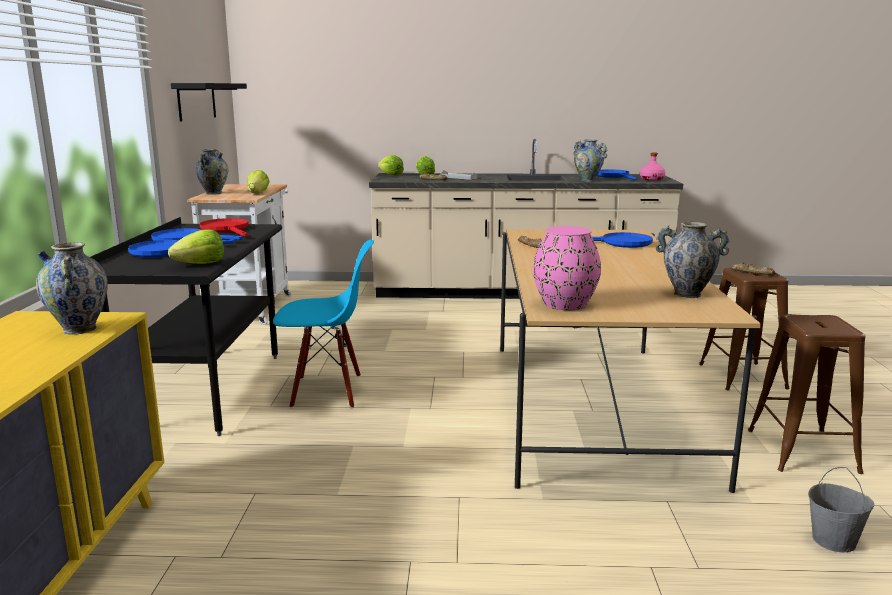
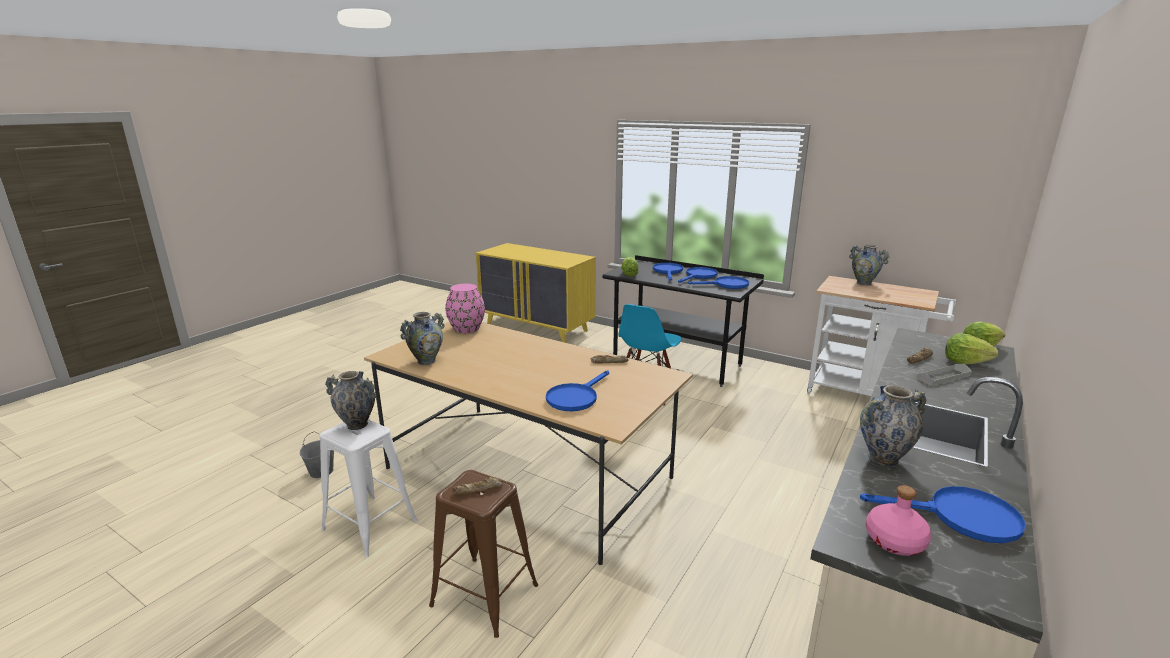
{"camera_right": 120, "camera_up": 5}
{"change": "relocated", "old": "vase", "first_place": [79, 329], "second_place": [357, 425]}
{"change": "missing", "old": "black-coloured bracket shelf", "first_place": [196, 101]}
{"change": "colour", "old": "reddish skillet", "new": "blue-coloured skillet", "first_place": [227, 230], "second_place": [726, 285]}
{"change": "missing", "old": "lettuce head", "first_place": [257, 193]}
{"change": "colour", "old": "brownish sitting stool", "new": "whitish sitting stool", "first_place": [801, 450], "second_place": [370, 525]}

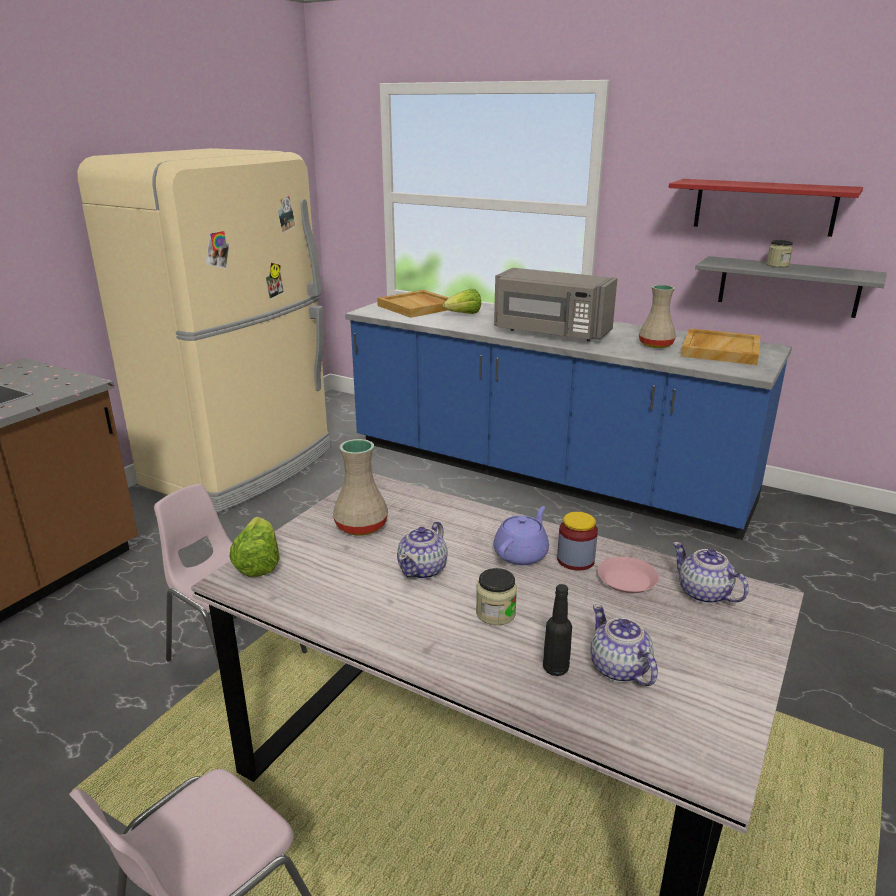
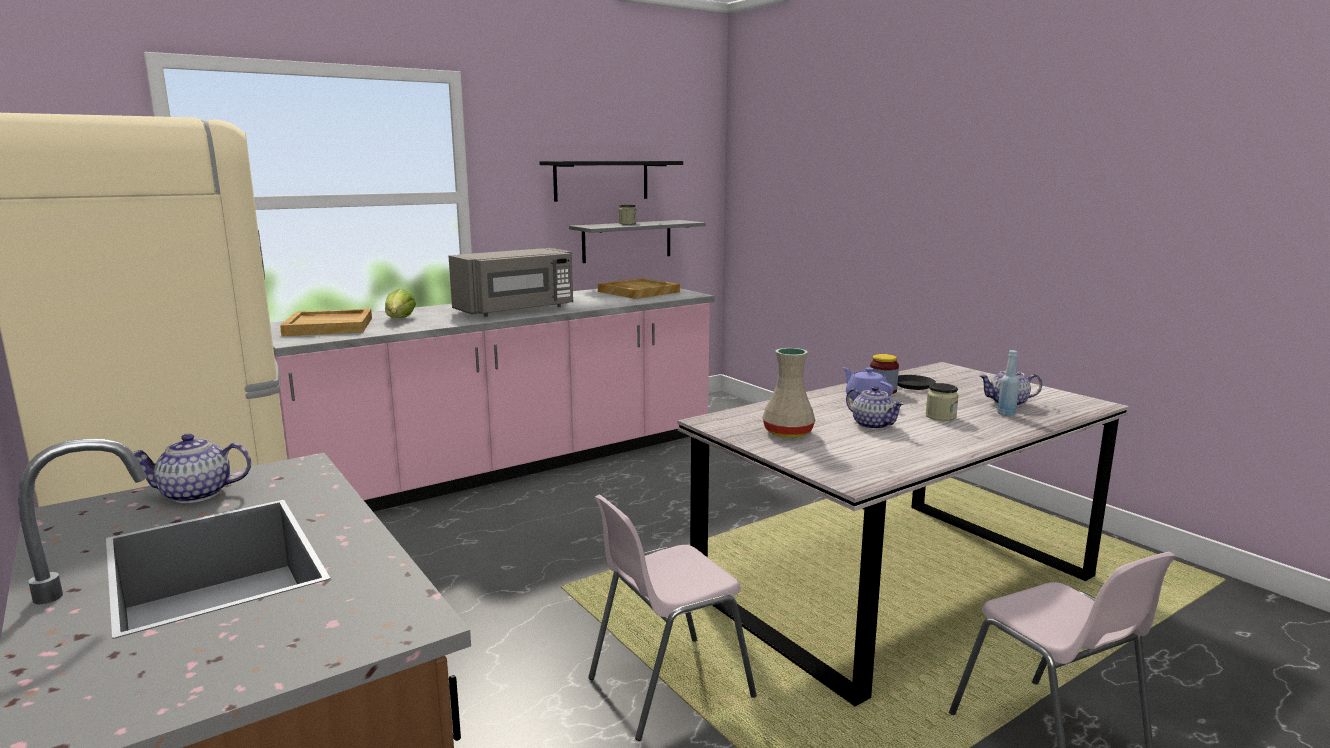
{"camera_right": -65, "camera_up": -10}
{"change": "missing", "old": "lettuce head", "first_place": [258, 563]}
{"change": "colour", "old": "blue-coloured counter", "new": "pink-coloured counter", "first_place": [543, 473], "second_place": [512, 465]}
{"change": "colour", "old": "black-coloured bottle", "new": "blue-coloured bottle", "first_place": [555, 668], "second_place": [1006, 414]}
{"change": "colour", "old": "pink-coloured plate", "new": "black-coloured plate", "first_place": [626, 580], "second_place": [913, 385]}
{"change": "missing", "old": "beige vase", "first_place": [656, 345]}
{"change": "colour", "old": "reddish bracket shelf", "new": "black-coloured bracket shelf", "first_place": [764, 207], "second_place": [601, 180]}
{"change": "relocated", "old": "pot for tea", "first_place": [704, 594], "second_place": [197, 494]}

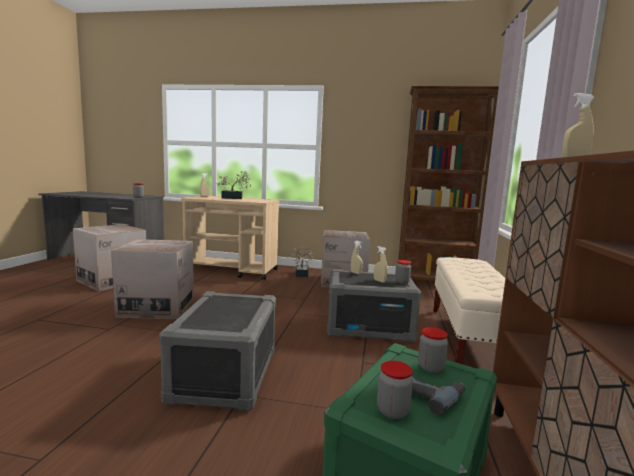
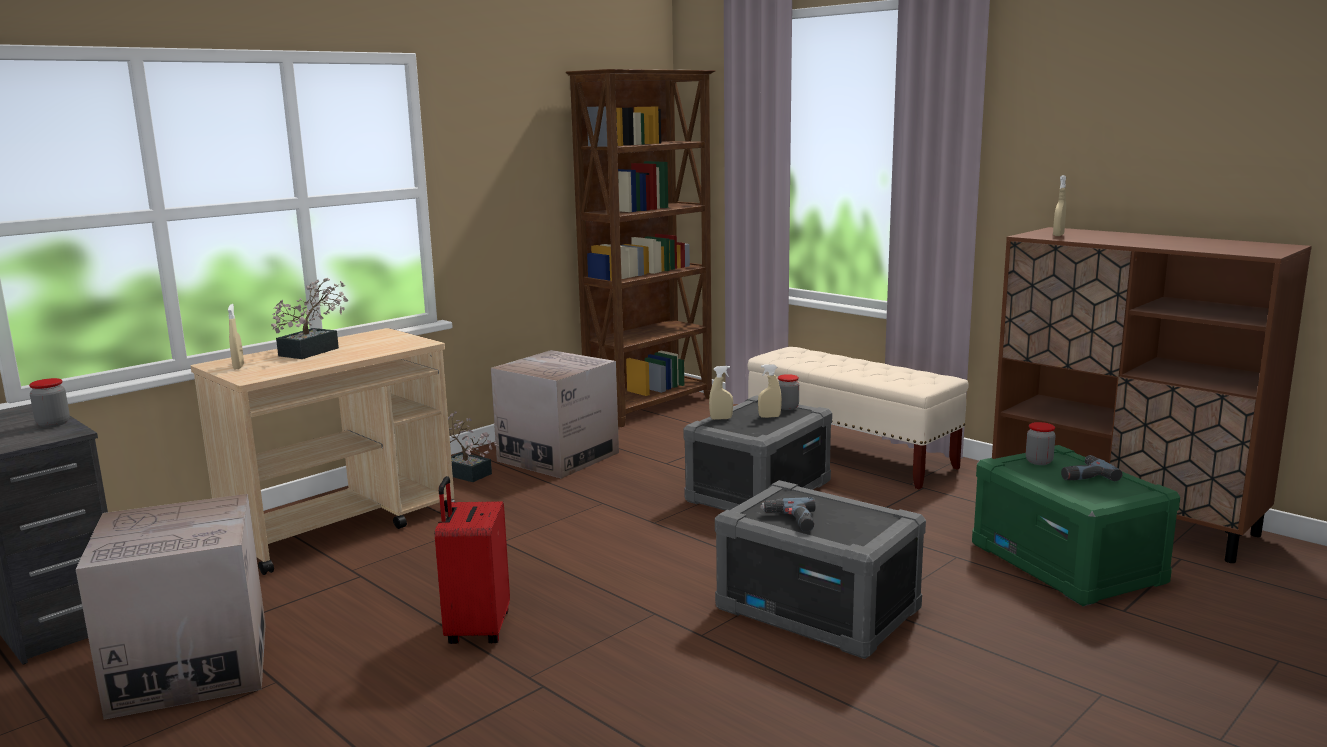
{"camera_right": -55, "camera_up": 5}
{"change": "exchanged", "old": "cardboard box", "new": "reddish suitcase", "first_place": [157, 307], "second_place": [476, 629]}
{"change": "missing", "old": "preserve jar", "first_place": [392, 411]}
{"change": "appeared", "new": "power drill", "second_place": [790, 521]}

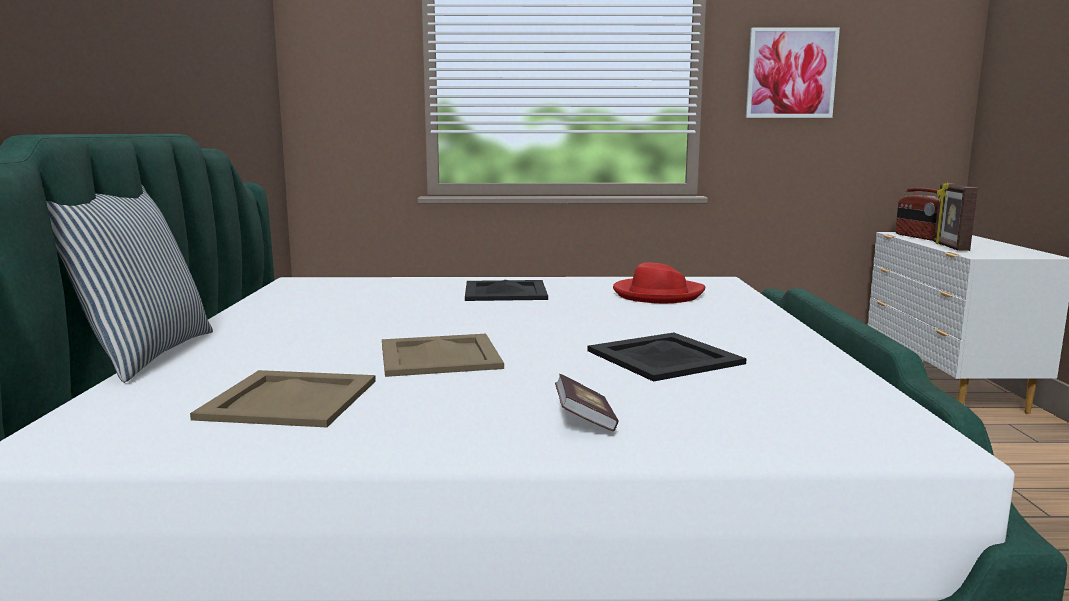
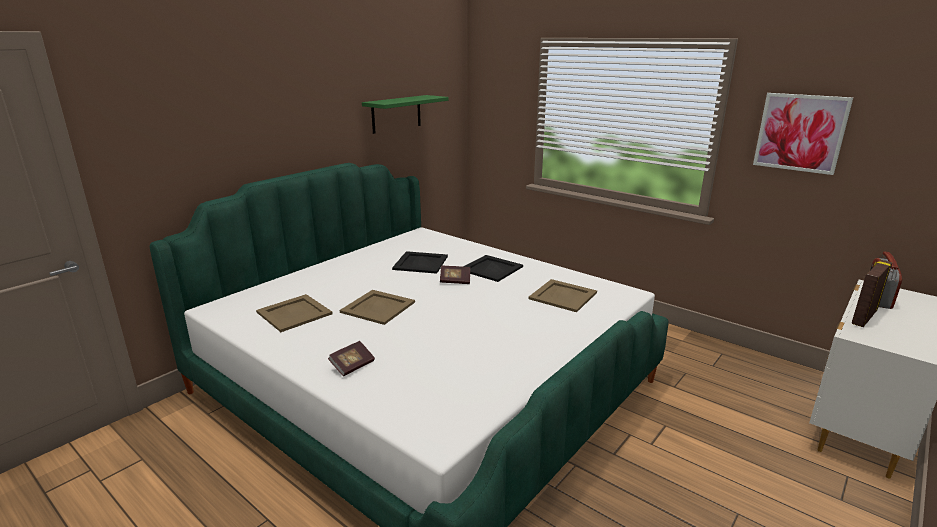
{"camera_right": 40, "camera_up": 10}
{"change": "missing", "old": "pillow", "first_place": [141, 355]}
{"change": "relocated", "old": "black-coloured tray", "first_place": [666, 357], "second_place": [421, 263]}
{"change": "exchanged", "old": "reddish clothing hat", "new": "beige tray", "first_place": [657, 294], "second_place": [562, 295]}
{"change": "appeared", "new": "green-coloured bracket shelf", "second_place": [396, 114]}
{"change": "appeared", "new": "book", "second_place": [455, 281]}

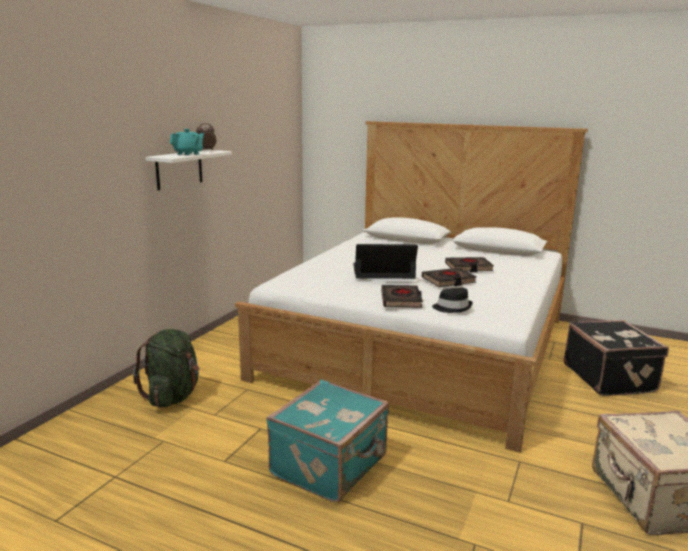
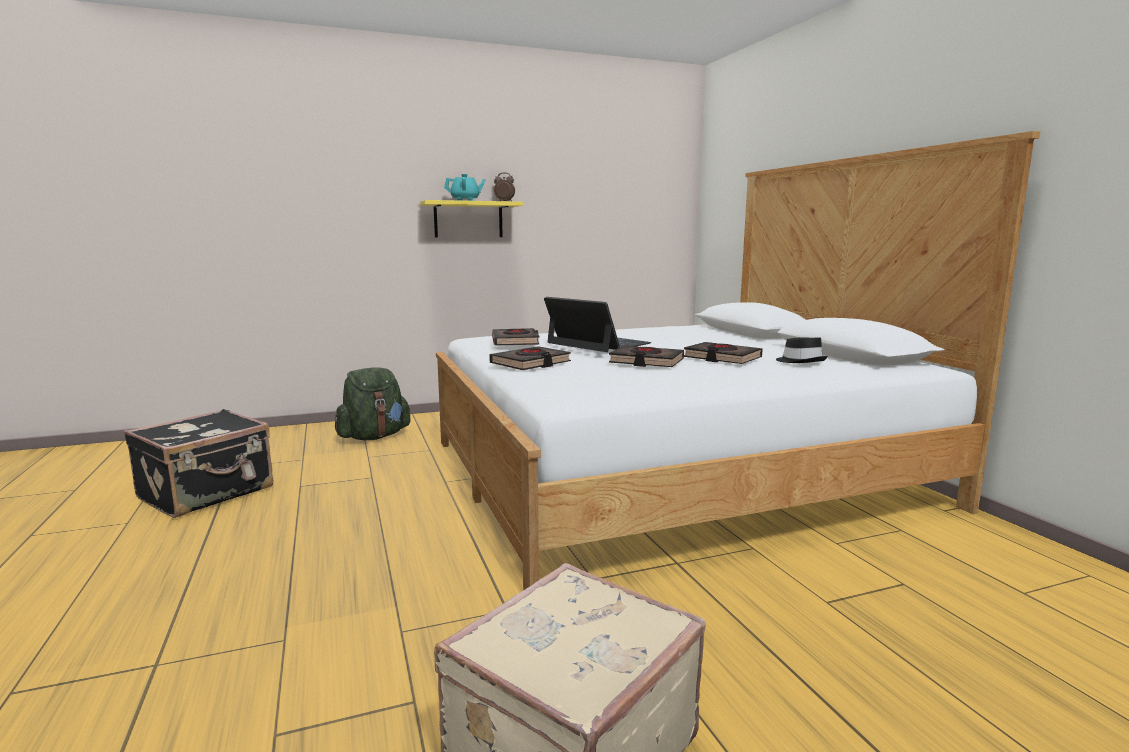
{"camera_right": 45, "camera_up": -5}
{"change": "colour", "old": "whitish bracket shelf", "new": "yellow-coloured bracket shelf", "first_place": [179, 169], "second_place": [468, 219]}
{"change": "missing", "old": "turquoise-coloured suitcase", "first_place": [331, 466]}
{"change": "relocated", "old": "black-coloured clothing hat", "first_place": [452, 307], "second_place": [801, 361]}
{"change": "relocated", "old": "black-coloured suitcase", "first_place": [609, 378], "second_place": [208, 493]}
{"change": "appeared", "new": "black-coloured book", "second_place": [515, 342]}

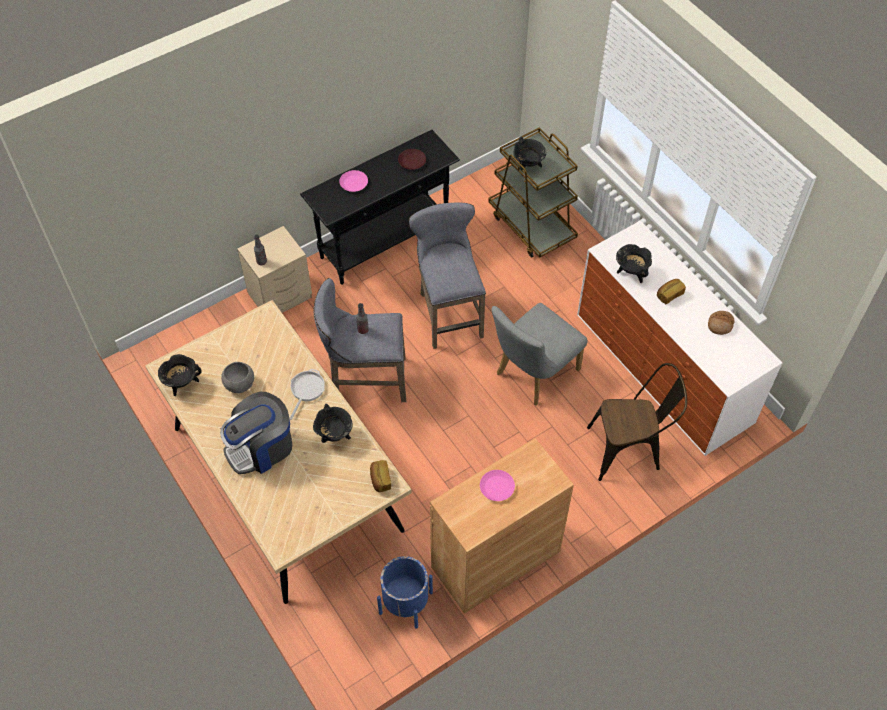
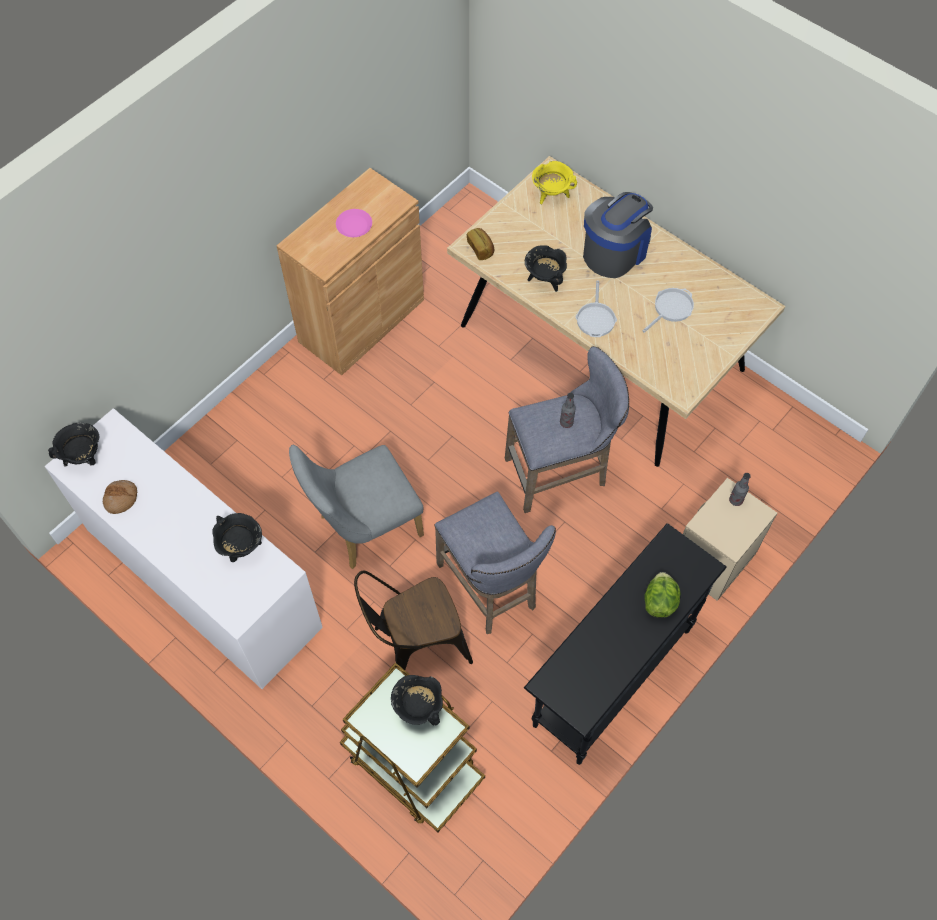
{"camera_right": 165, "camera_up": 5}
{"change": "relocated", "old": "black-coloured saucepot", "first_place": [182, 384], "second_place": [84, 457]}
{"change": "exchanged", "old": "gray bowl", "new": "skillet", "first_place": [240, 384], "second_place": [671, 308]}
{"change": "exchanged", "old": "pink-coloured plate", "new": "lettuce head", "first_place": [354, 183], "second_place": [659, 601]}
{"change": "missing", "old": "blue-coloured planter", "first_place": [405, 602]}
{"change": "missing", "old": "brownish plate", "first_place": [412, 162]}
{"change": "spun", "old": "gray plain chair", "first_place": [532, 374], "second_place": [364, 528], "degrees": -150}
{"change": "relocated", "old": "brownish plain chair", "first_place": [629, 449], "second_place": [414, 645]}
{"change": "missing", "old": "bread", "first_place": [669, 295]}
{"change": "appeared", "new": "yellow-coloured saucepot", "second_place": [551, 195]}

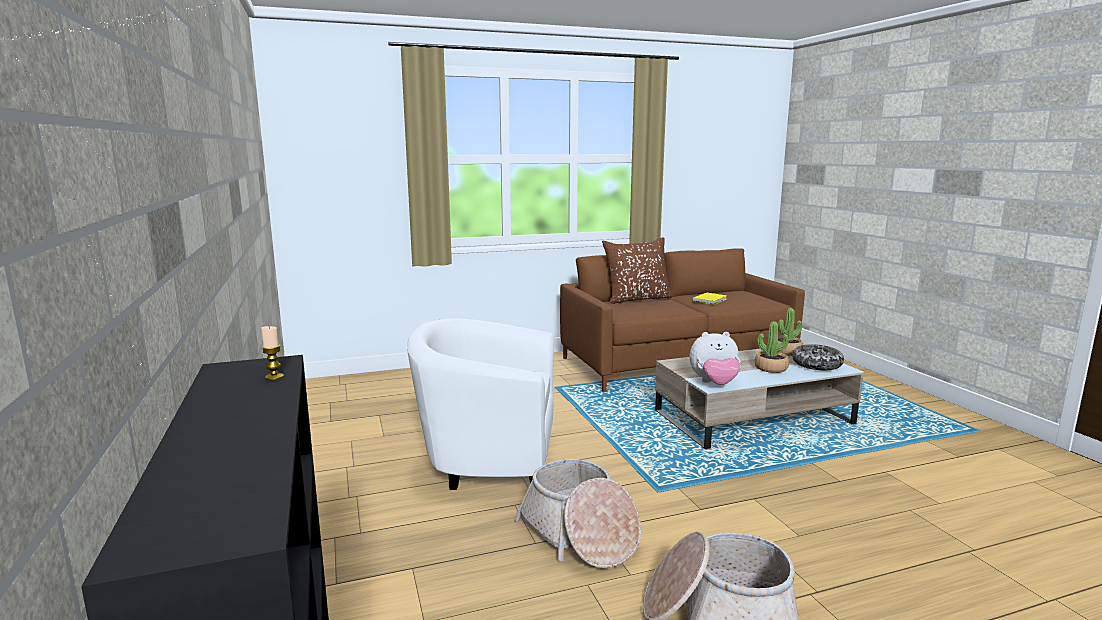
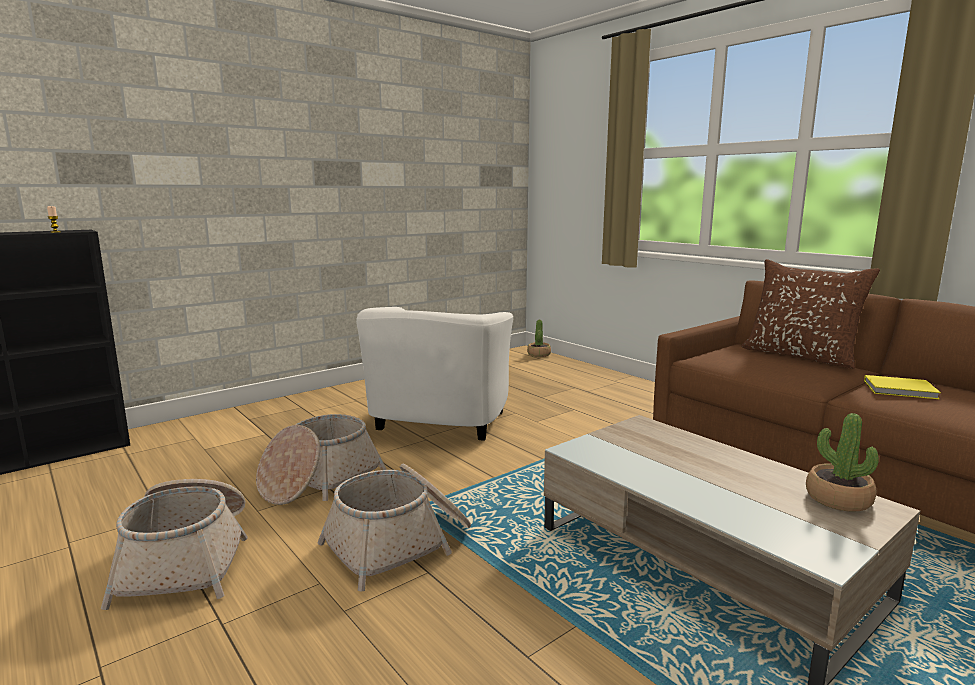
{"camera_right": 70, "camera_up": 0}
{"change": "spun", "old": "whitish easy chair", "first_place": [487, 460], "second_place": [436, 426], "degrees": -150}
{"change": "missing", "old": "soft toy", "first_place": [714, 383]}
{"change": "relocated", "old": "plant in a pot", "first_place": [771, 368], "second_place": [539, 354]}
{"change": "missing", "old": "bowl", "first_place": [817, 364]}
{"change": "appeared", "new": "storage basket", "second_place": [400, 543]}

